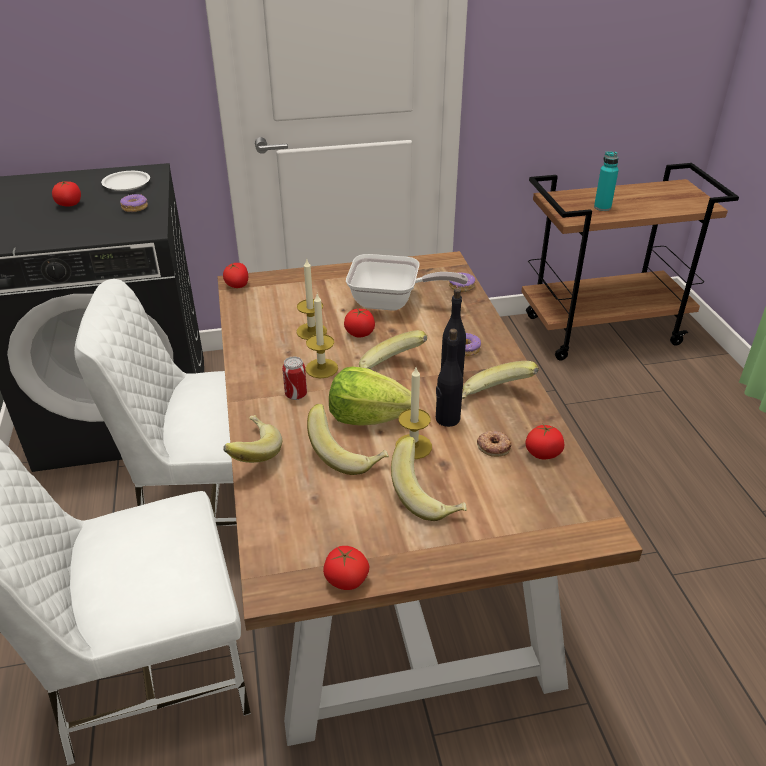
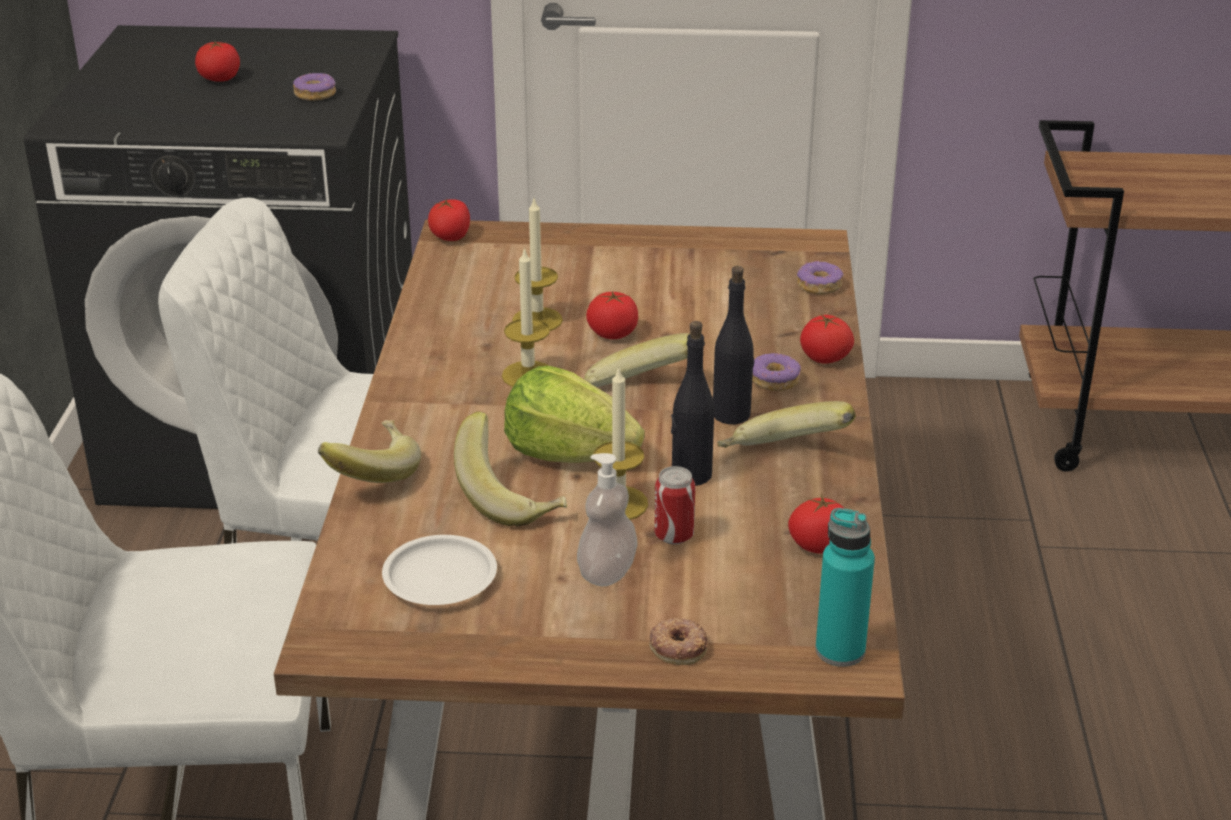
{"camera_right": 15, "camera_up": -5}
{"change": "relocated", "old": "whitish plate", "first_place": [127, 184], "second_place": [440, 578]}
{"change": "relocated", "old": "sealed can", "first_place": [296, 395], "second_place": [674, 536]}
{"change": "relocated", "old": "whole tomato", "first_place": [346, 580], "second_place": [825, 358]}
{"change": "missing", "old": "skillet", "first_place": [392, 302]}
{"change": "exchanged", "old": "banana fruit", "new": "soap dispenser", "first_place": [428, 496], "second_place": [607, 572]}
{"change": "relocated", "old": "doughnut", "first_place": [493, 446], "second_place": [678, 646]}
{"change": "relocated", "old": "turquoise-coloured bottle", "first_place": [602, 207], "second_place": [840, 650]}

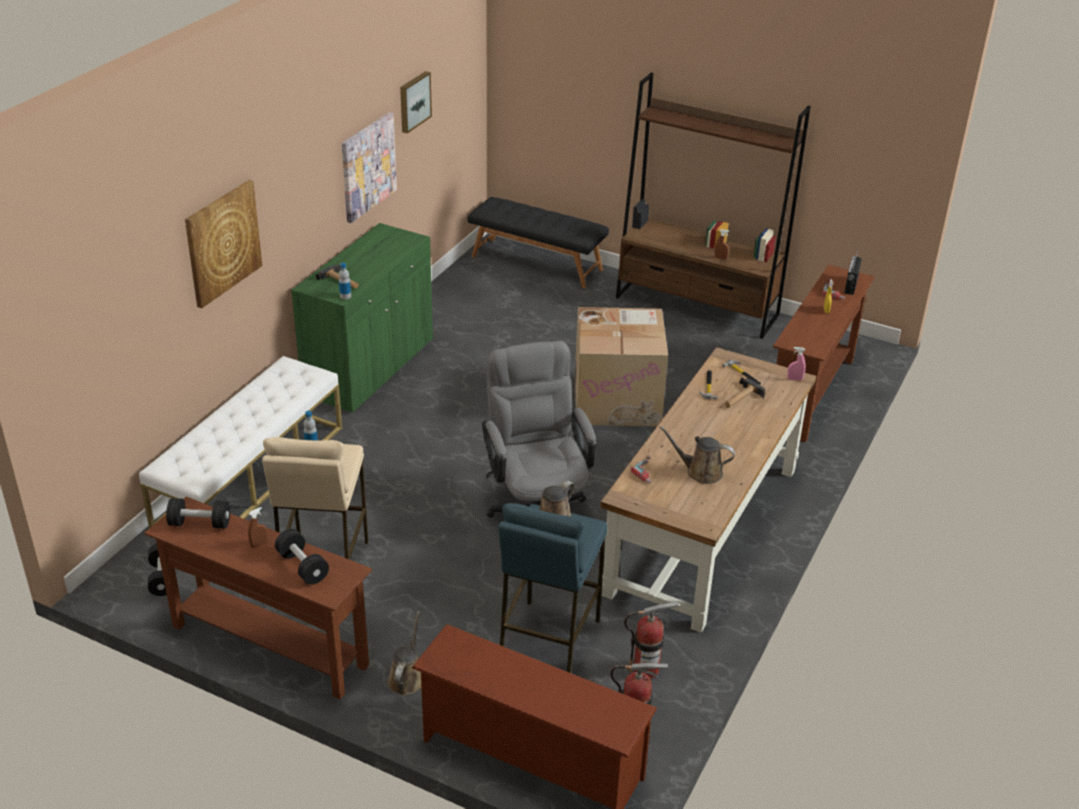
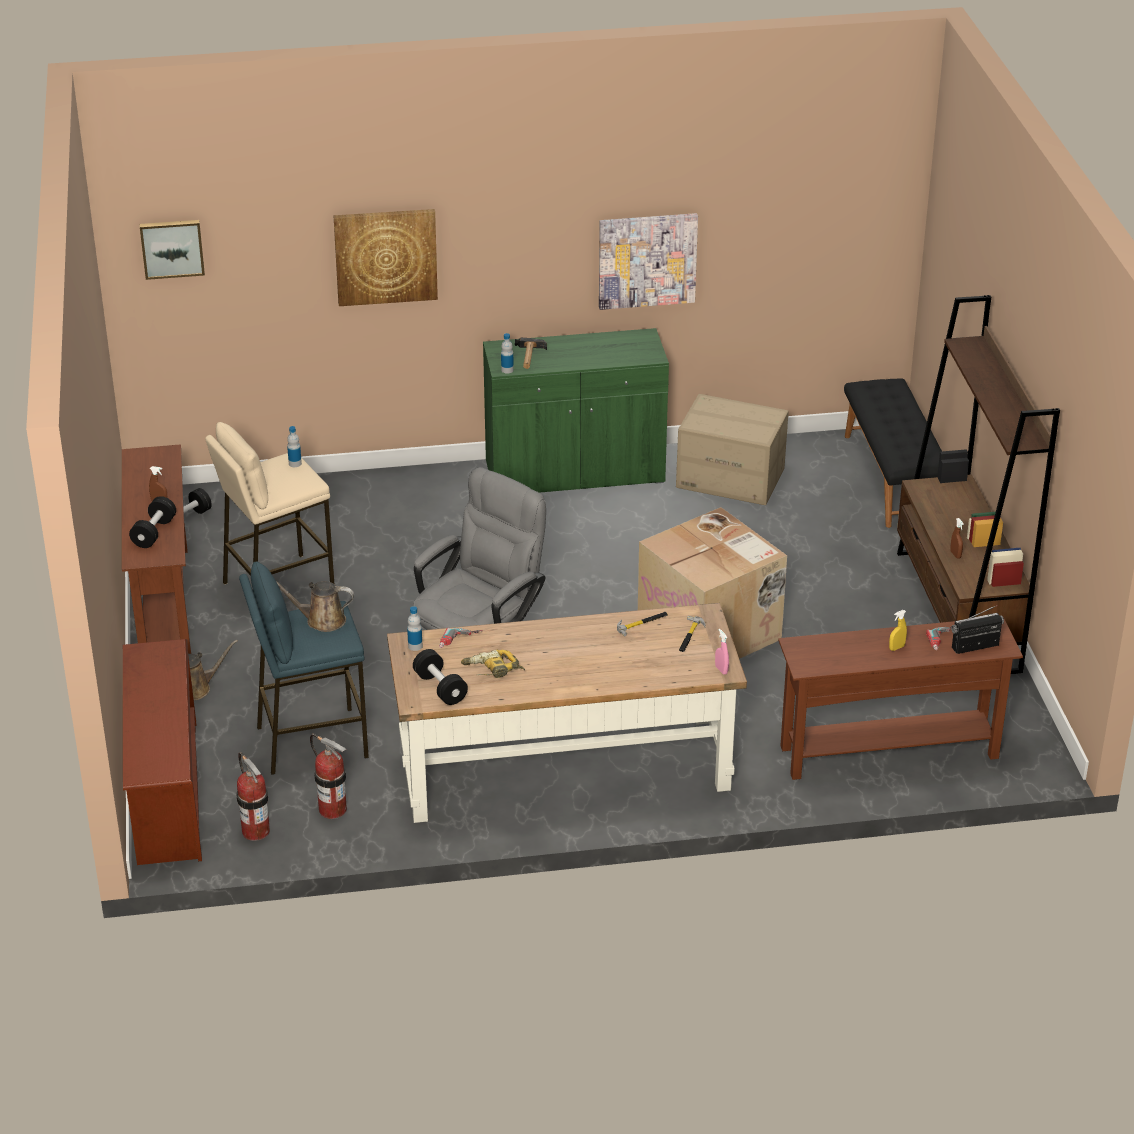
{"camera_right": 55, "camera_up": 0}
{"change": "missing", "old": "whitish long seat", "first_place": [251, 476]}
{"change": "relocated", "old": "black-coloured dumbbell", "first_place": [200, 523], "second_place": [440, 688]}
{"change": "relocated", "old": "picture", "first_place": [413, 101], "second_place": [172, 248]}
{"change": "exchanged", "old": "brownish watering pot", "new": "power drill", "first_place": [700, 472], "second_place": [492, 670]}
{"change": "missing", "old": "hammer", "first_place": [741, 398]}
{"change": "appeared", "new": "bottle", "second_place": [415, 646]}
{"change": "appeared", "new": "cardboard box", "second_place": [731, 478]}

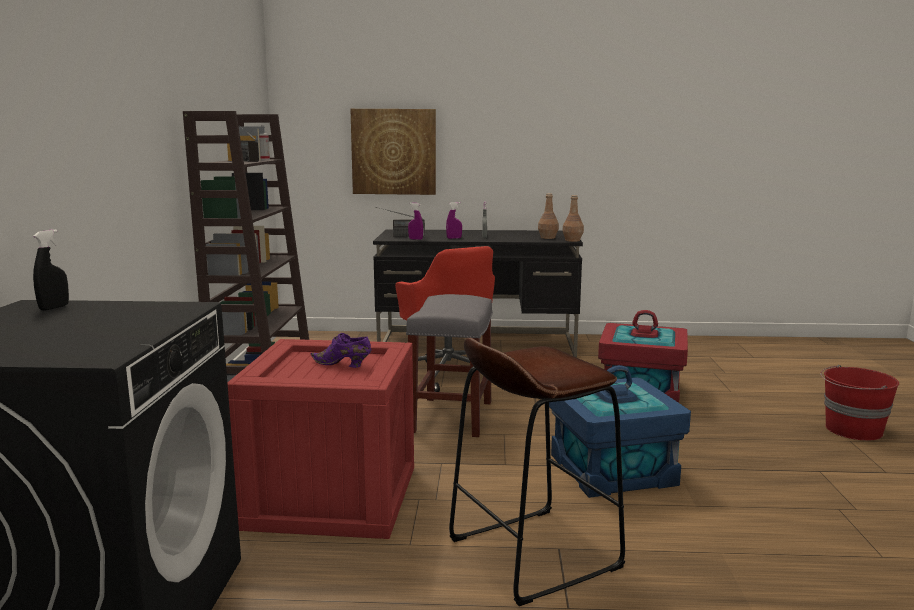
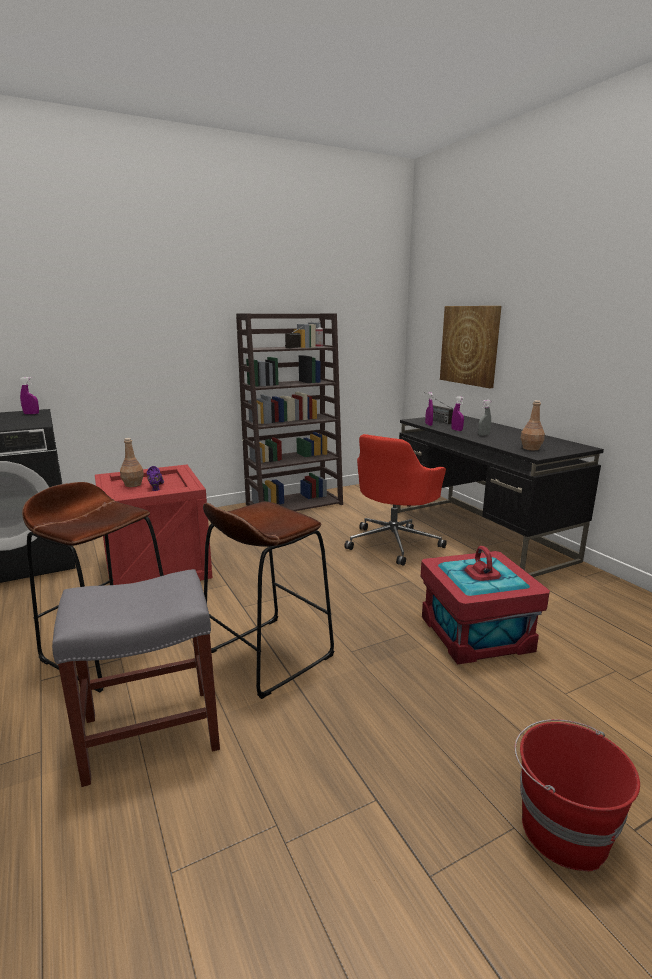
{"camera_right": 60, "camera_up": 5}
{"change": "colour", "old": "black-coloured sprayer", "new": "purplish sprayer", "first_place": [54, 307], "second_place": [31, 414]}
{"change": "relocated", "old": "gray sitting stool", "first_place": [452, 417], "second_place": [148, 734]}
{"change": "exchanged", "old": "blue-coloured storage bin", "new": "brownish sitting stool", "first_place": [612, 470], "second_place": [268, 655]}
{"change": "relocated", "old": "brownish bottle", "first_place": [572, 240], "second_place": [133, 484]}

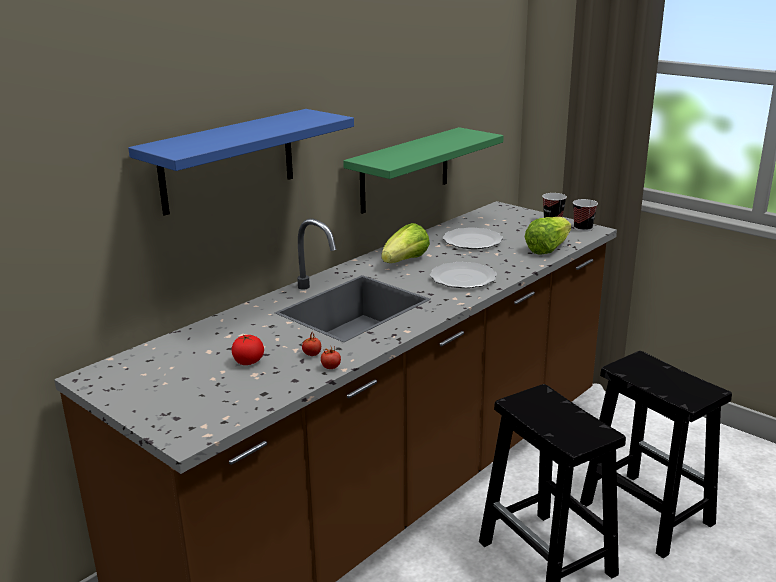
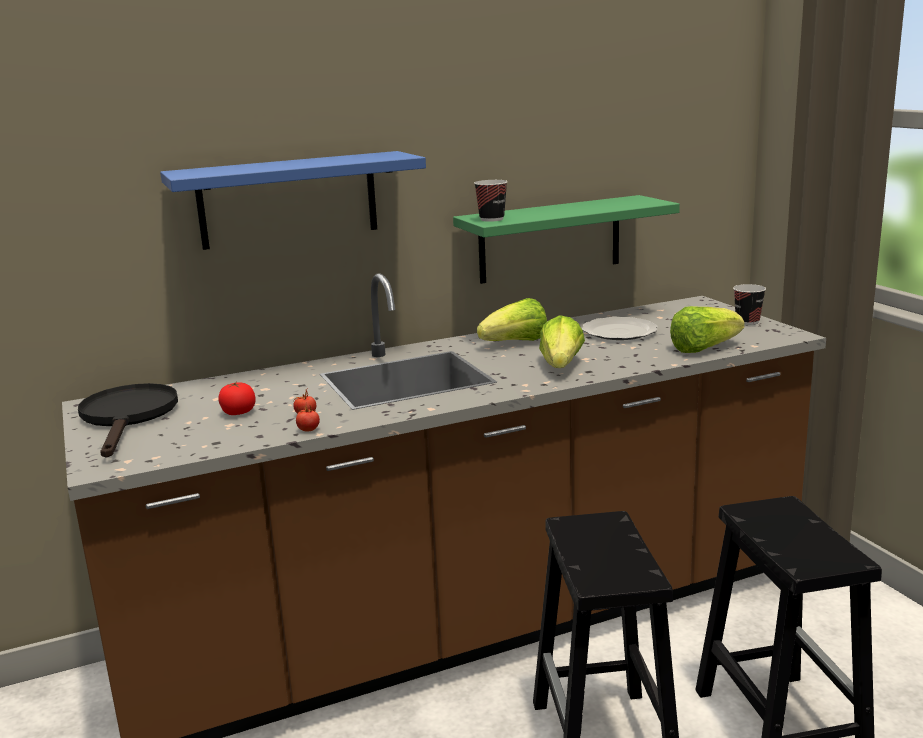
{"camera_right": 25, "camera_up": -5}
{"change": "exchanged", "old": "plate", "new": "lettuce head", "first_place": [463, 278], "second_place": [561, 366]}
{"change": "relocated", "old": "drinking cup", "first_place": [583, 228], "second_place": [491, 219]}
{"change": "appeared", "new": "black-coloured skillet", "second_place": [128, 417]}

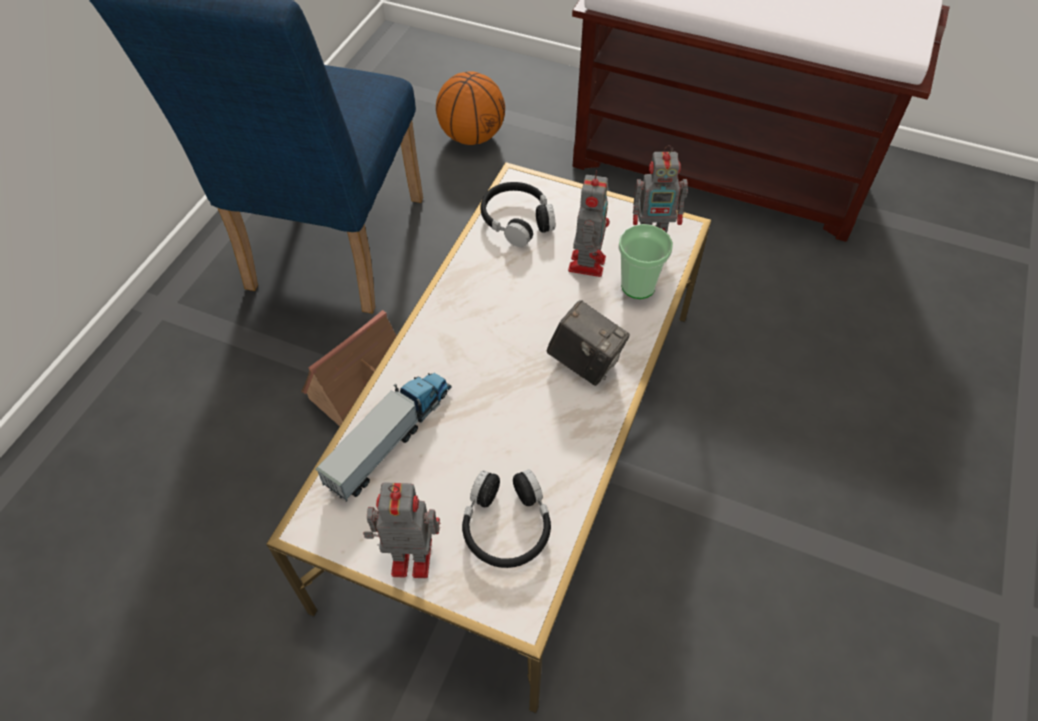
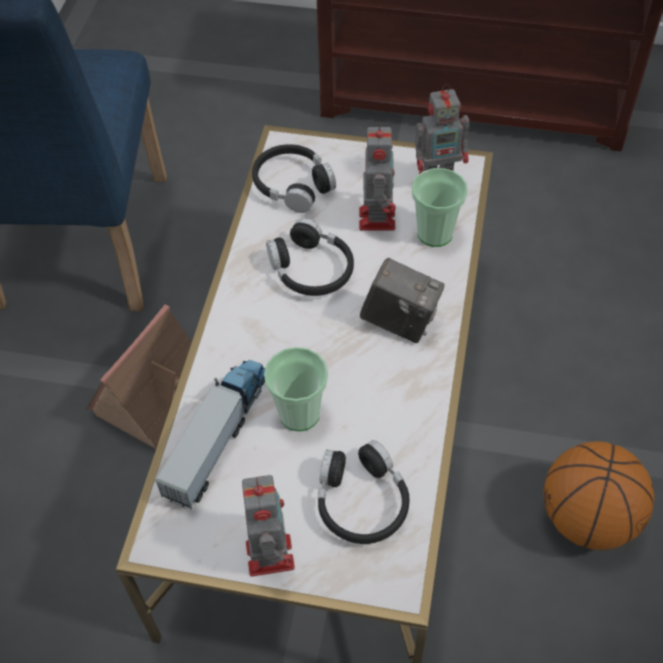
{"camera_right": -10, "camera_up": 0}
{"change": "spun", "old": "toy robot", "first_place": [409, 556], "second_place": [269, 552], "degrees": 90}
{"change": "relocated", "old": "basketball", "first_place": [472, 137], "second_place": [588, 518]}
{"change": "appeared", "new": "drinking cup", "second_place": [299, 413]}
{"change": "appeared", "new": "black-coloured pair of headphones", "second_place": [311, 269]}

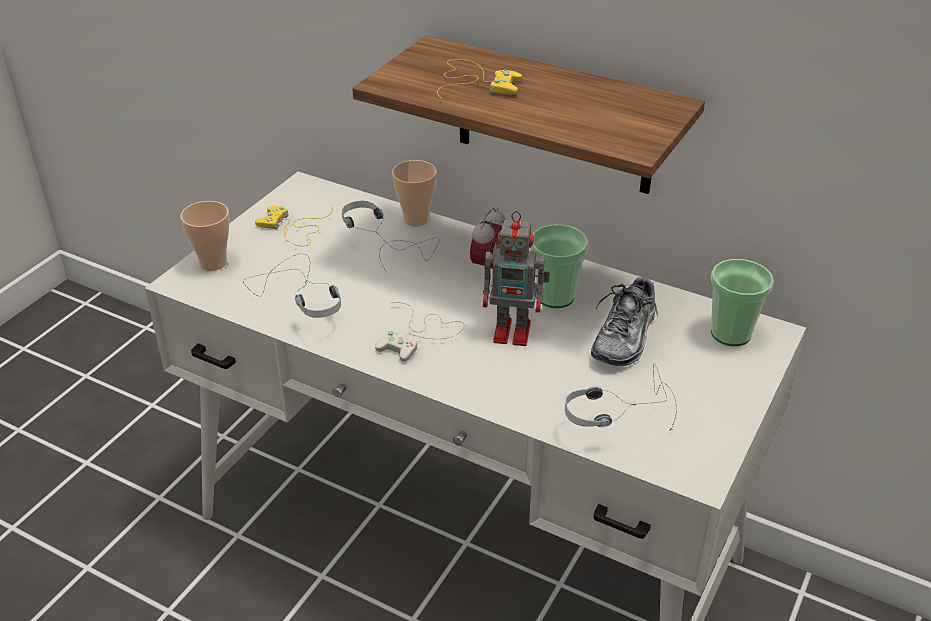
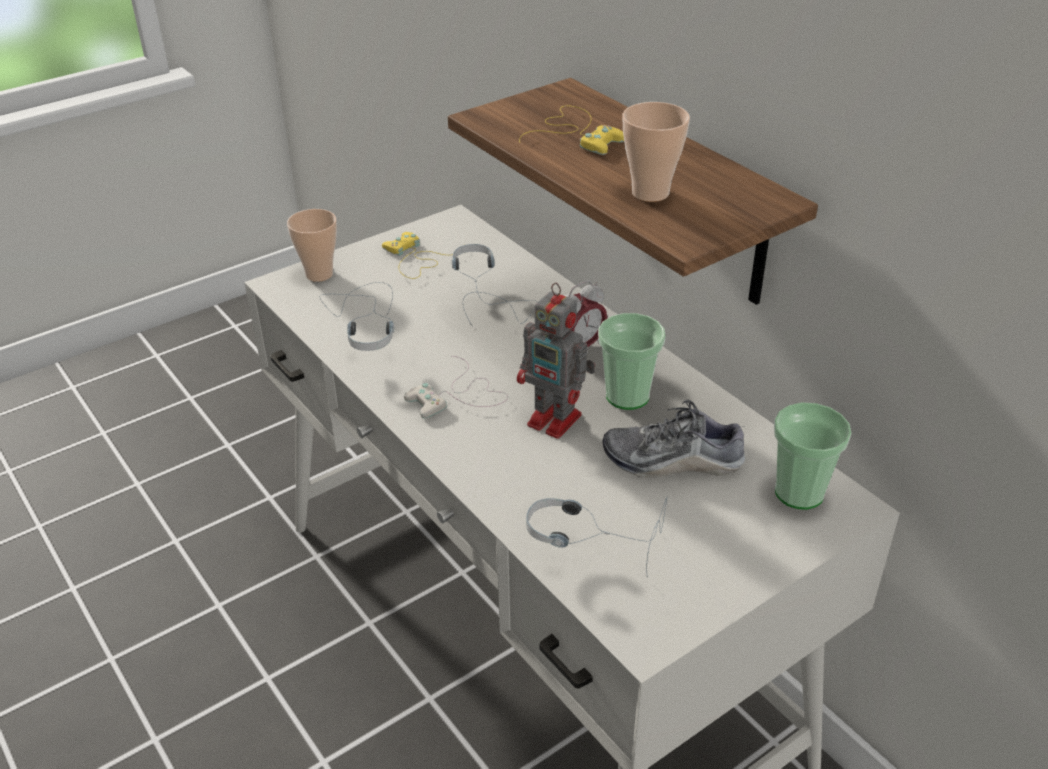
{"camera_right": 25, "camera_up": 0}
{"change": "relocated", "old": "drinking cup", "first_place": [416, 219], "second_place": [650, 193]}
{"change": "spun", "old": "low shoe", "first_place": [625, 337], "second_place": [672, 461], "degrees": 45}

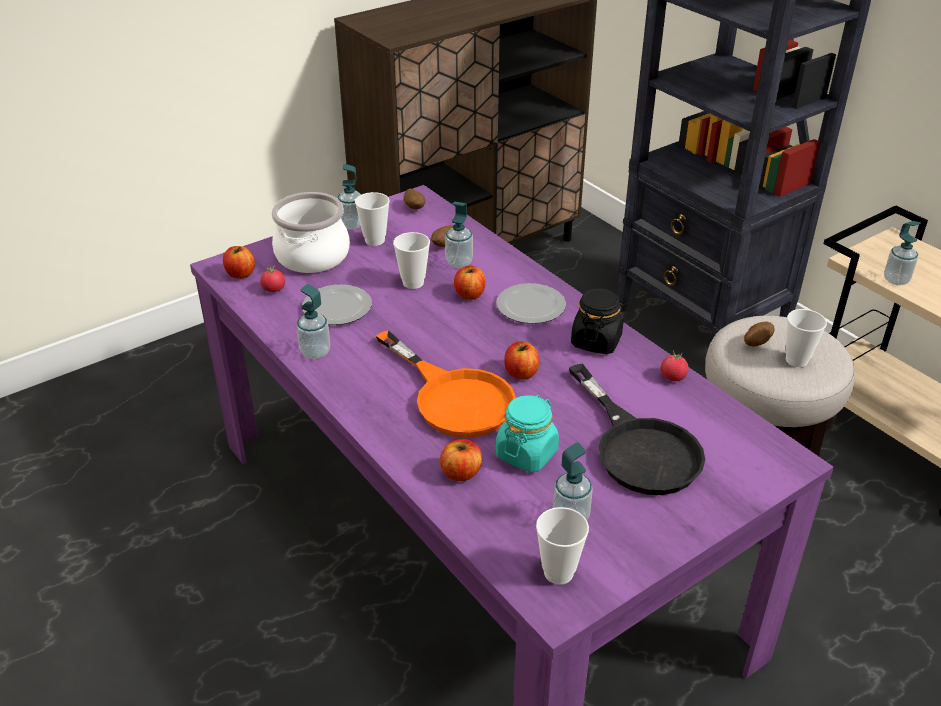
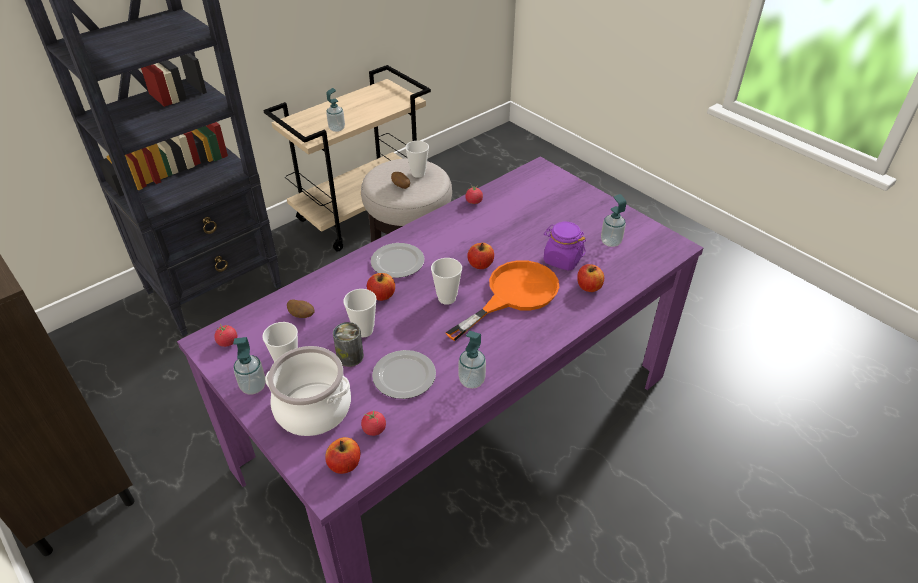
{"camera_right": -95, "camera_up": 5}
{"change": "exchanged", "old": "potato", "new": "whole tomato", "first_place": [414, 208], "second_place": [227, 342]}
{"change": "missing", "old": "soap dispenser", "first_place": [459, 263]}
{"change": "colour", "old": "turquoise-coloured preserve jar", "new": "purplish preserve jar", "first_place": [526, 453], "second_place": [562, 259]}
{"change": "relocated", "old": "drinking cup", "first_place": [558, 572], "second_place": [447, 298]}
{"change": "missing", "old": "black-coloured skillet", "first_place": [639, 447]}
{"change": "missing", "old": "black-coloured preserve jar", "first_place": [596, 341]}
{"change": "appeared", "new": "sealed can", "second_place": [350, 356]}

